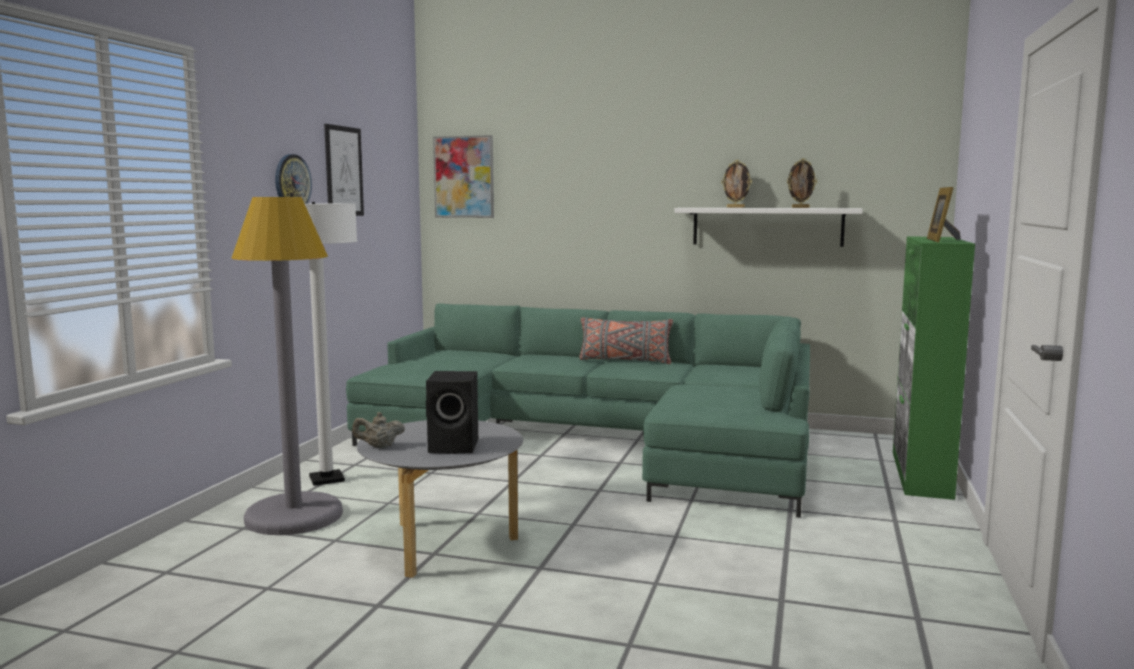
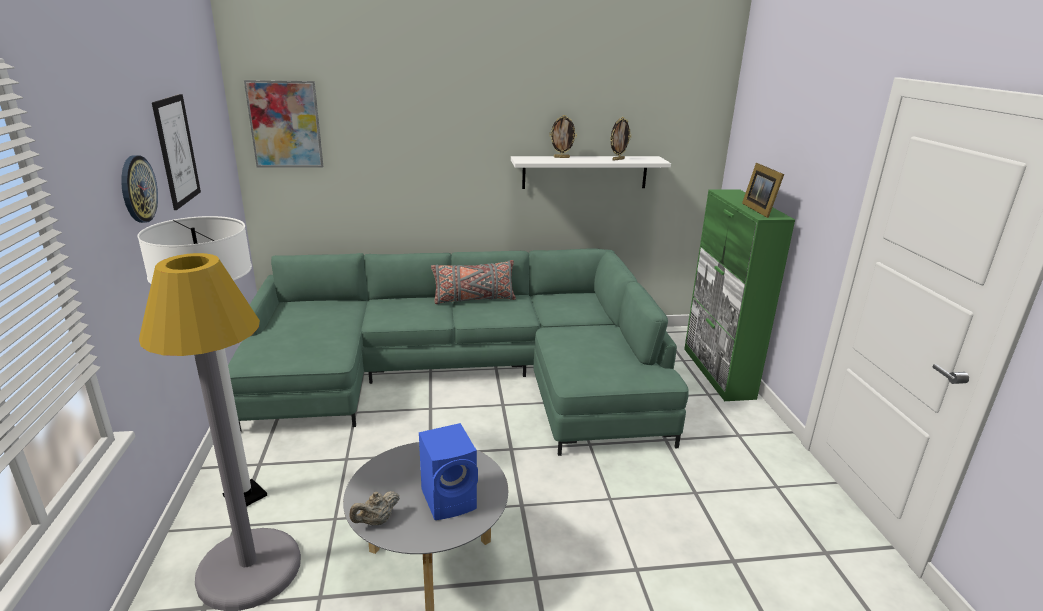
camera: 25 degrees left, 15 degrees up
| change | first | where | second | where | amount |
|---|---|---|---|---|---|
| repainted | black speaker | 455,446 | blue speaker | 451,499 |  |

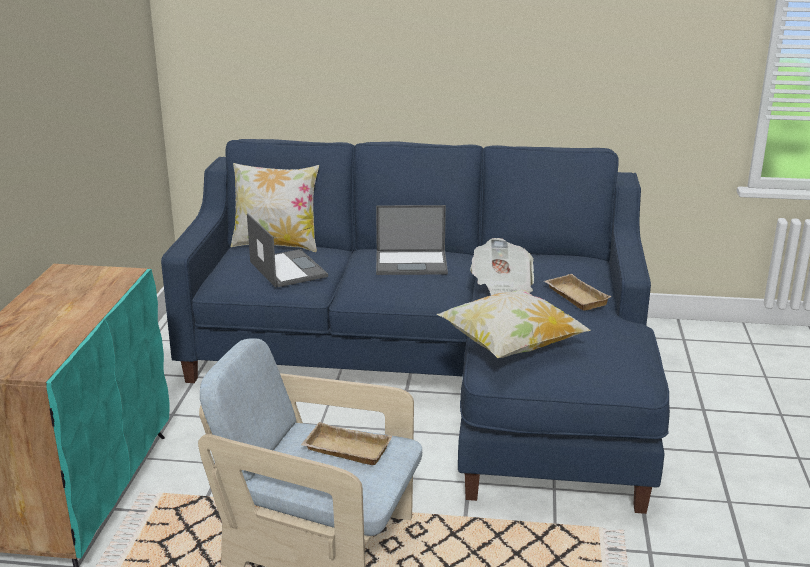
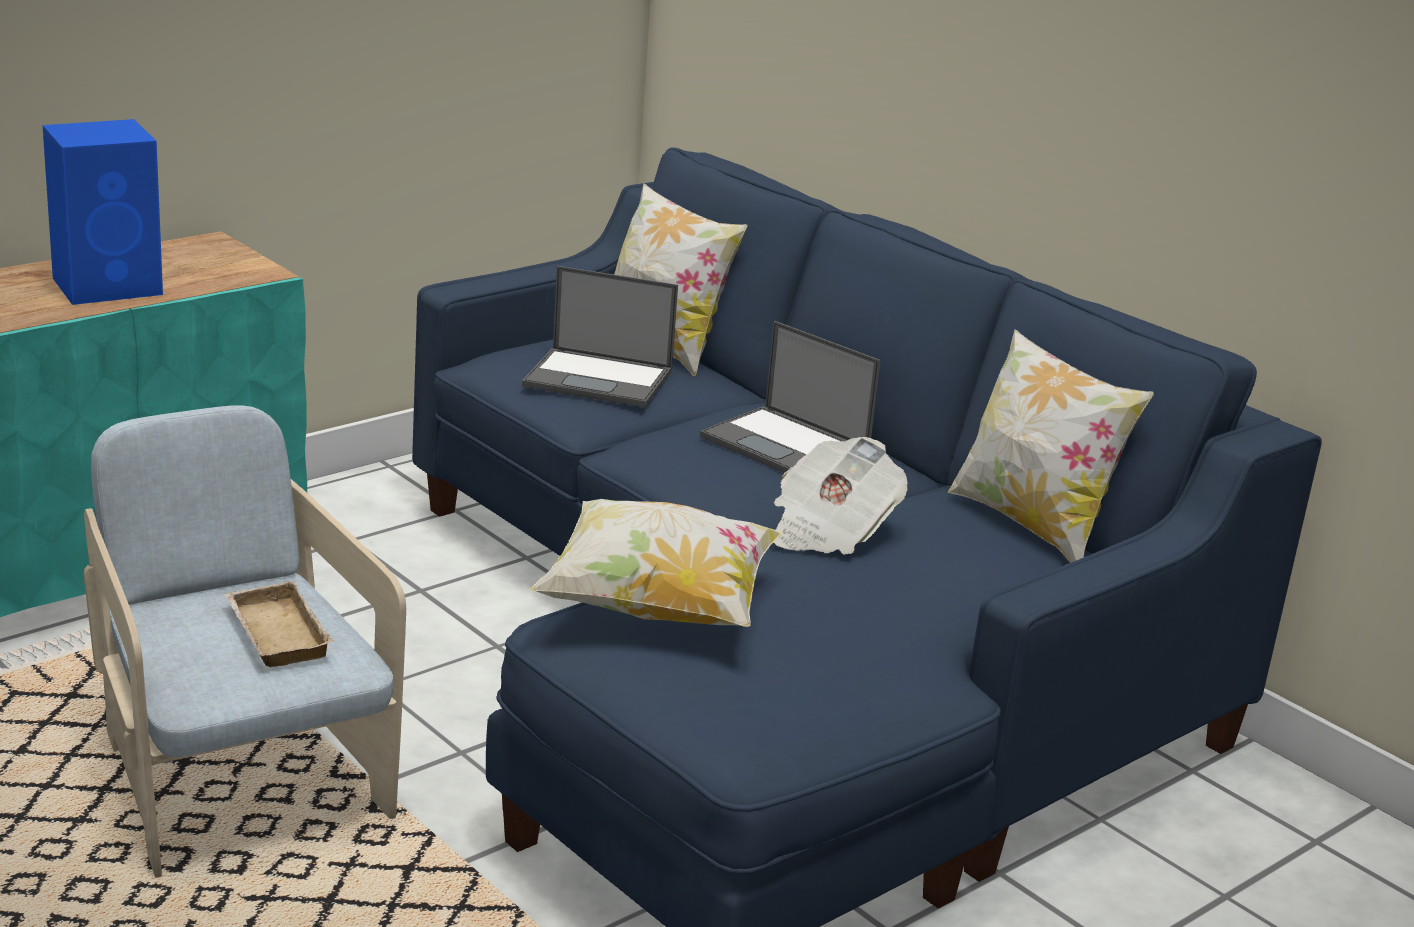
camera: 40 degrees right, 0 degrees up
| change | first | where | second | where | amount |
|---|---|---|---|---|---|
| gone | beige tray | 574,297 |  |  |  |
| new |  |  | blue speaker | 110,286 |  |
| new |  |  | pillow | 1033,524 |  |
| rotated | laptop | 287,269 |  | 600,379 | 90 degrees clockwise |

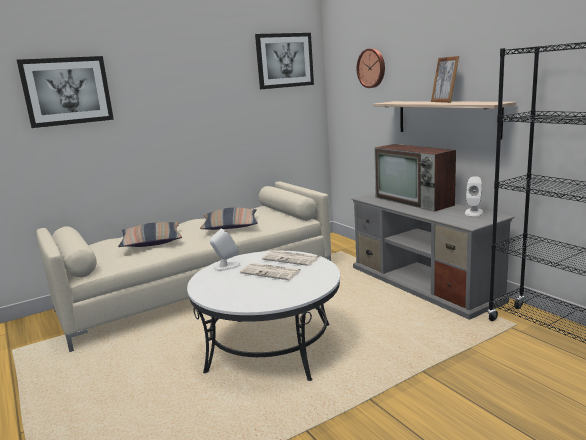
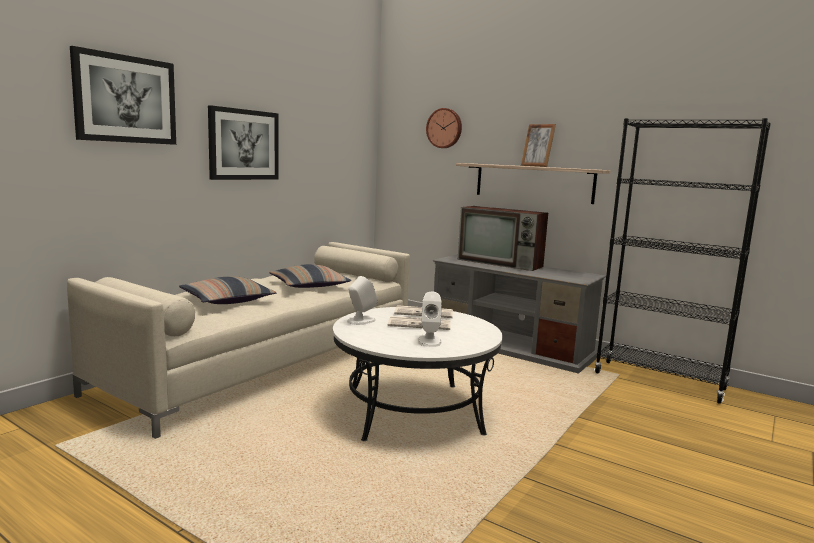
camera: 25 degrees left, 5 degrees down
| change | first | where | second | where | amount |
|---|---|---|---|---|---|
| shifted | picture | 284,60 |  | 244,144 |  |
| shifted | white speaker | 473,212 |  | 429,341 |  |

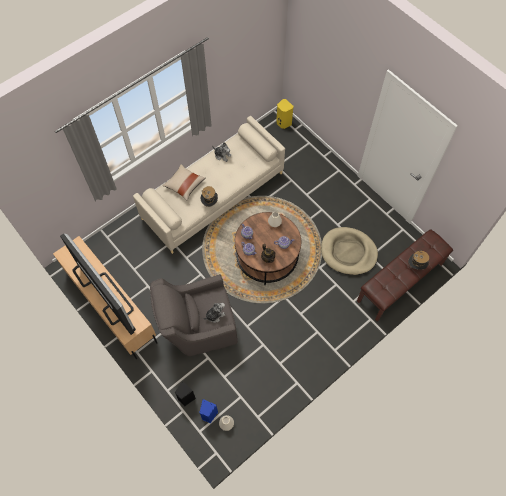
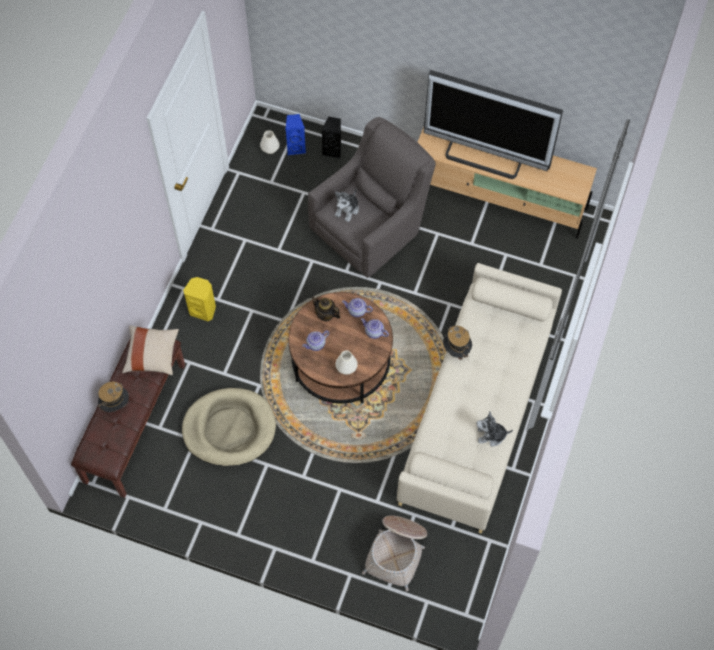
camera: 150 degrees right, 0 degrees up
| change | first | where | second | where | amount |
|---|---|---|---|---|---|
| new |  |  | basket | 397,552 |  |
| shifted | beige pillow | 184,185 |  | 152,355 |  |
| shifted | yellow speaker | 283,123 |  | 203,310 |  |

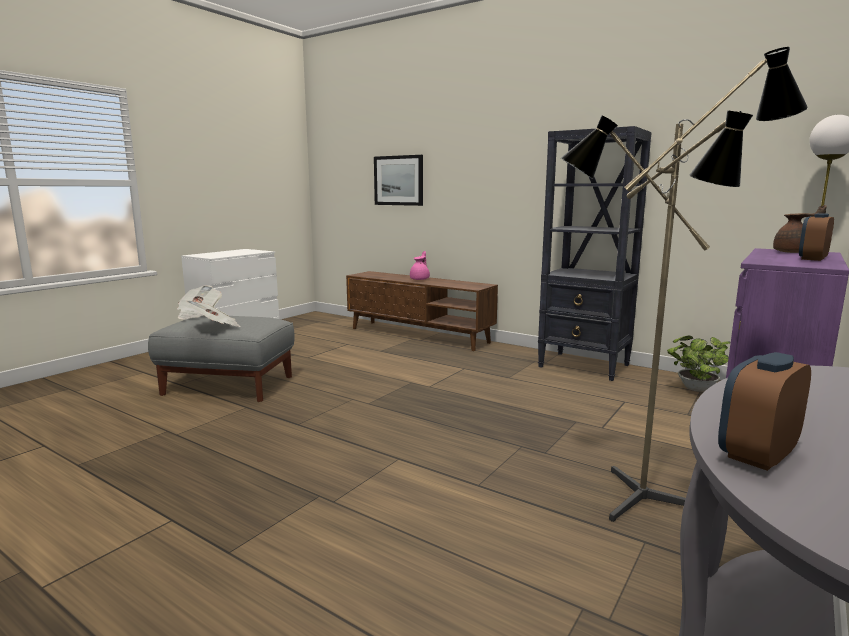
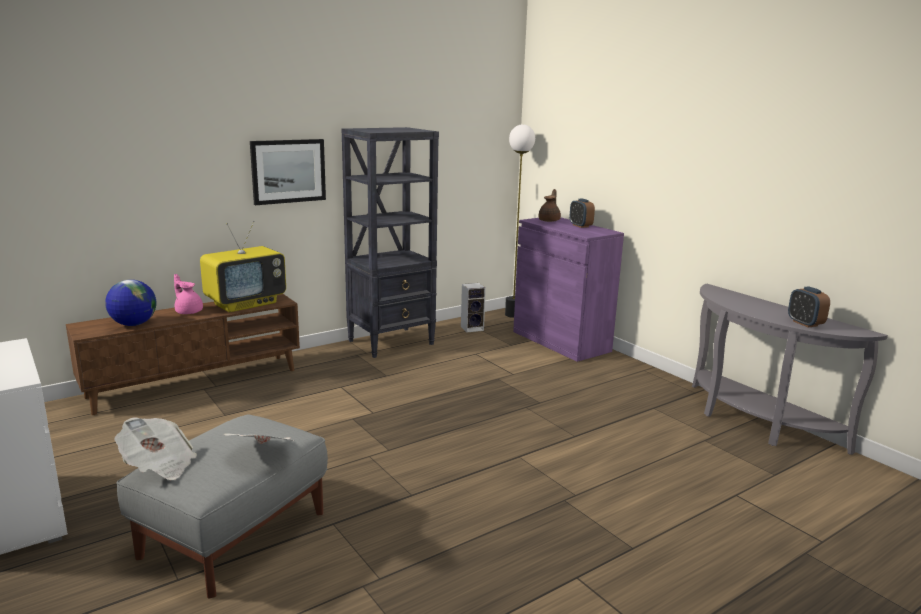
camera: 70 degrees left, 5 degrees up
| change | first | where | second | where | amount |
|---|---|---|---|---|---|
| gone | floor lamp | 644,506 |  |  |  |
| new |  |  | globe | 133,324 |  |
| new |  |  | television | 246,303 |  |
| shifted | picture | 398,180 |  | 288,171 |  |
| swapped | potted plant | 694,389 | speaker | 472,328 |  |

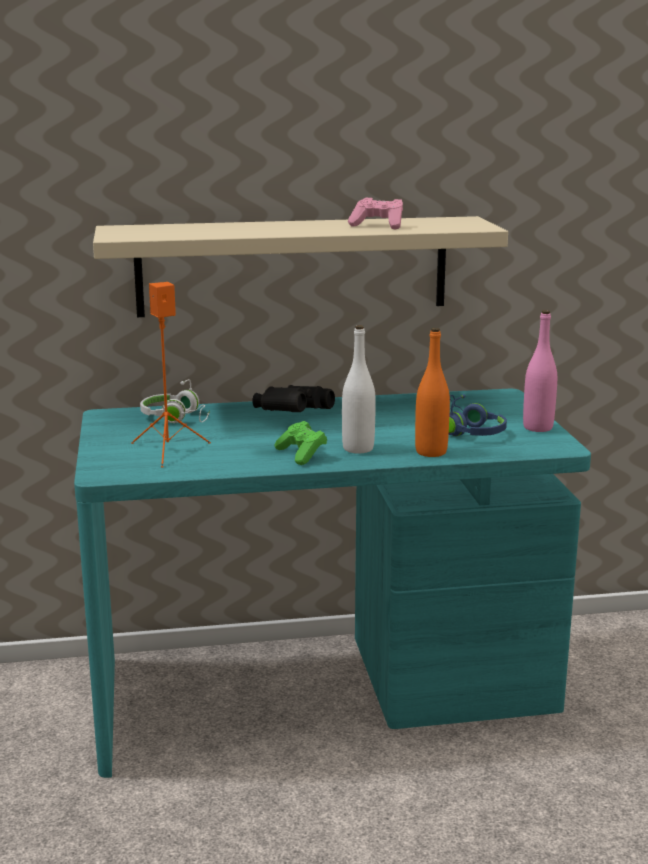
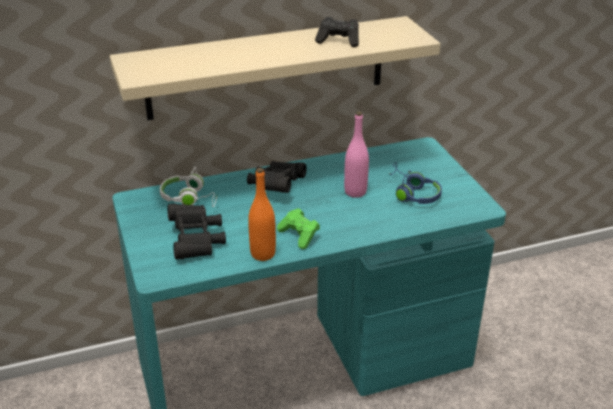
camera: 10 degrees left, 15 degrees up
| change | first | where | second | where | amount |
|---|---|---|---|---|---|
| gone | white bottle | 358,448 |  |  |  |
| shifted | orange bottle | 431,452 |  | 263,254 |  |
| shifted | pink bottle | 538,427 |  | 355,192 |  |
| swapped | orange speaker | 168,451 | black binoculars | 196,241 |  |
| repainted | pink game controller | 378,226 | black game controller | 339,41 |  |

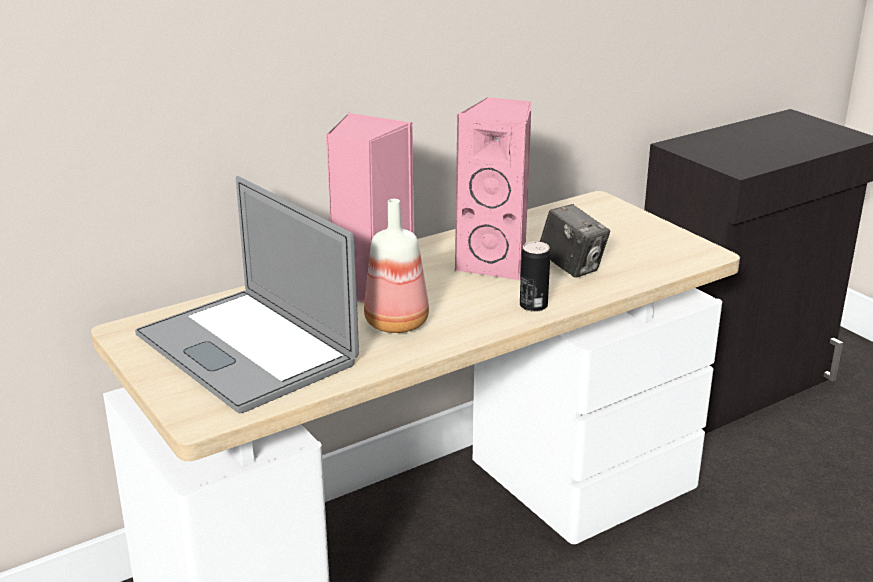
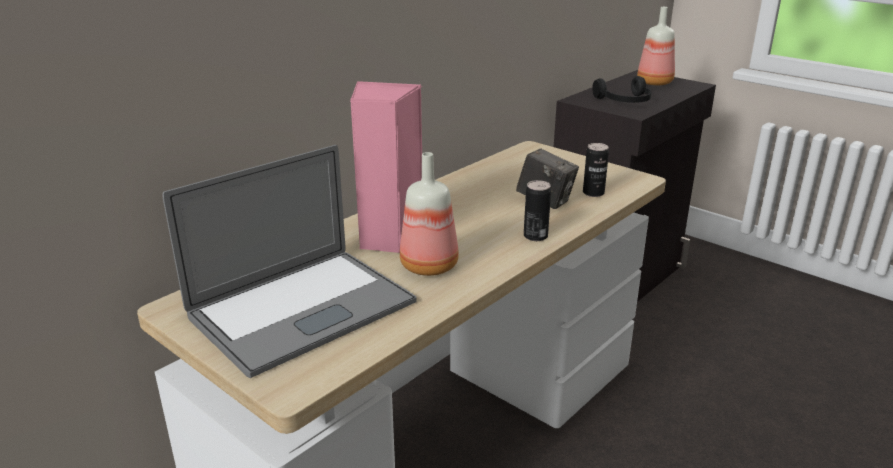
camera: 15 degrees left, 0 degrees up
| change | first | where | second | where | amount |
|---|---|---|---|---|---|
| gone | pink speaker | 496,264 |  |  |  |
| new |  |  | can | 593,193 |  |
| new |  |  | black headphones | 625,101 |  |
| new |  |  | bottle | 655,82 |  |
| rotated | laptop | 245,349 |  | 302,309 | 75 degrees counterclockwise |

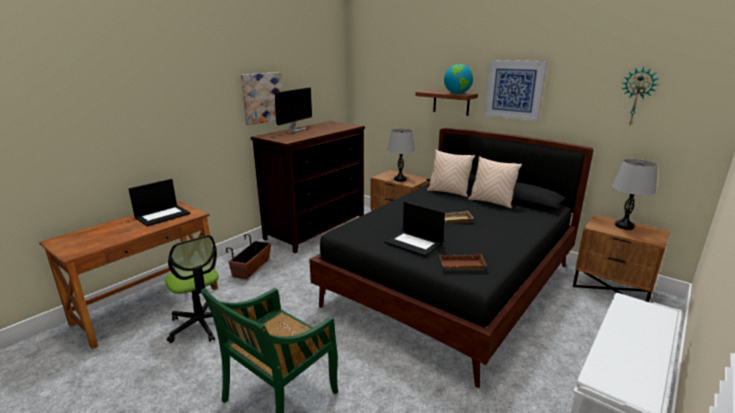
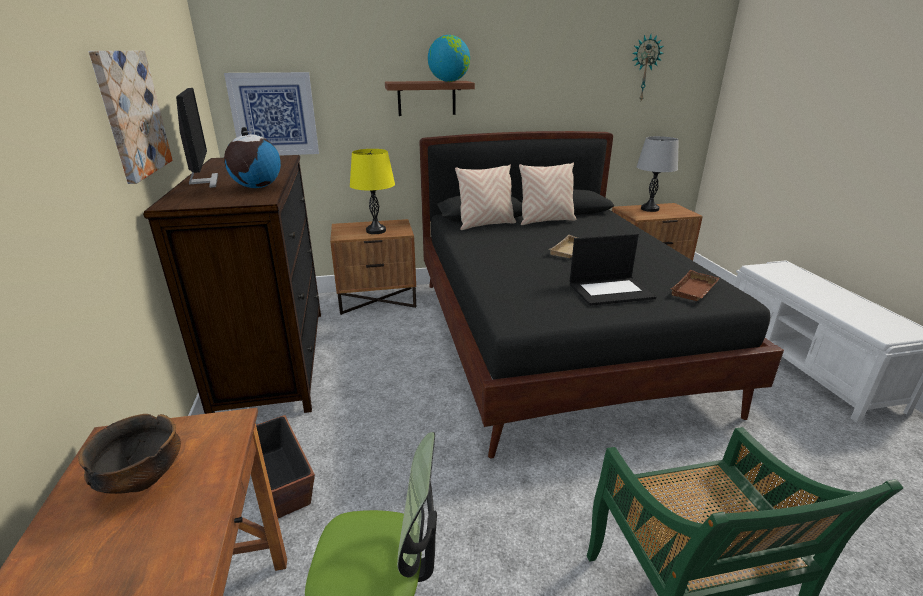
camera: 50 degrees left, 5 degrees up
| change | first | where | second | where | amount |
|---|---|---|---|---|---|
| new |  |  | globe | 257,187 |  |
| shifted | picture | 514,89 |  | 274,115 |  |
| swapped | laptop | 163,215 | bowl | 142,479 |  |
| repainted | grey table lamp | 400,179 | yellow table lamp | 376,231 |  |

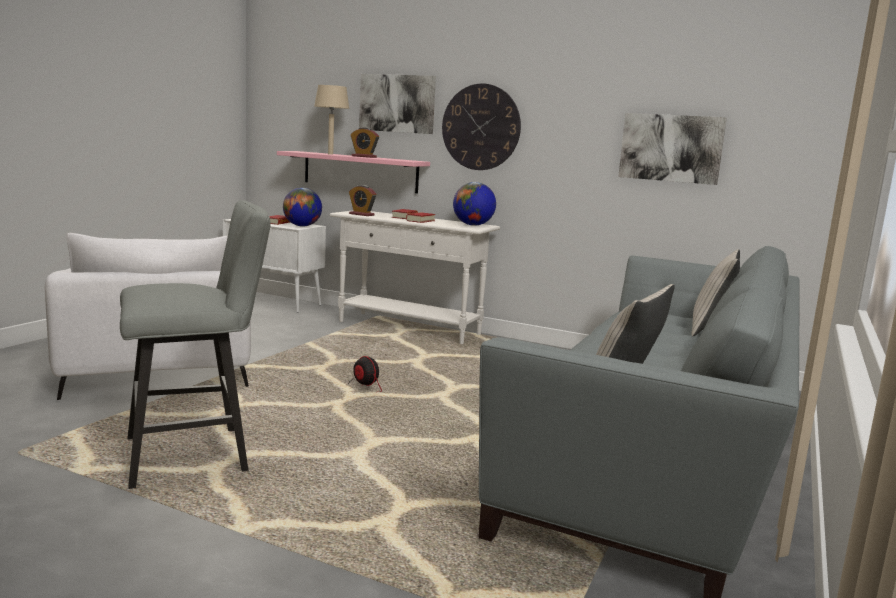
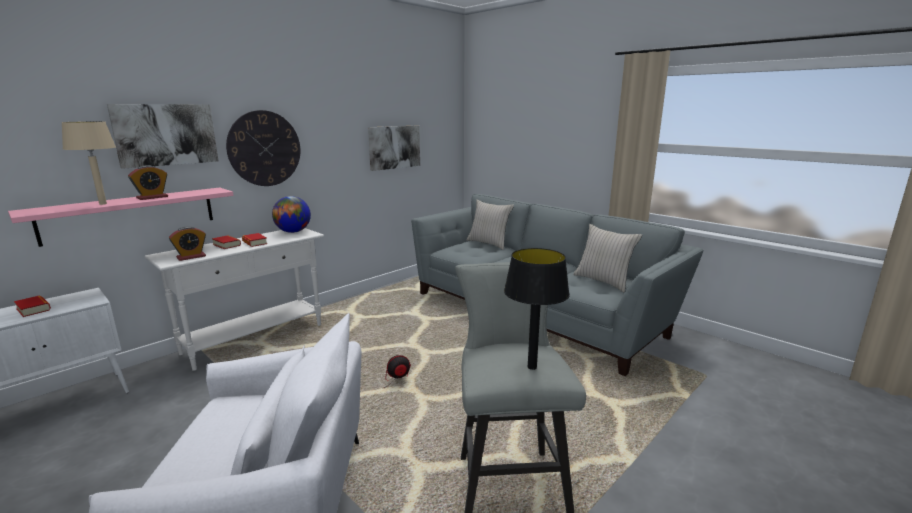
camera: 70 degrees left, 5 degrees up
| change | first | where | second | where | amount |
|---|---|---|---|---|---|
| gone | globe | 302,226 |  |  |  |
| new |  |  | black table lamp | 532,367 |  |

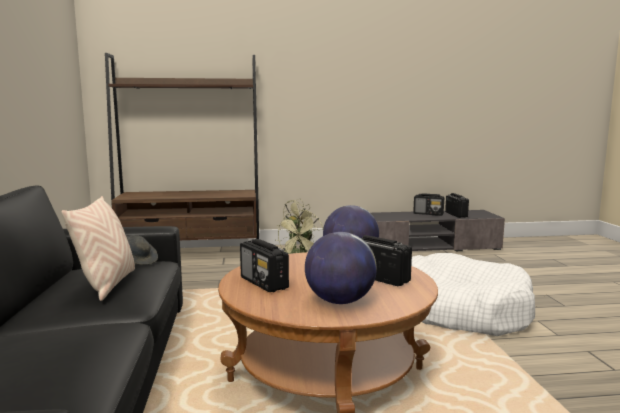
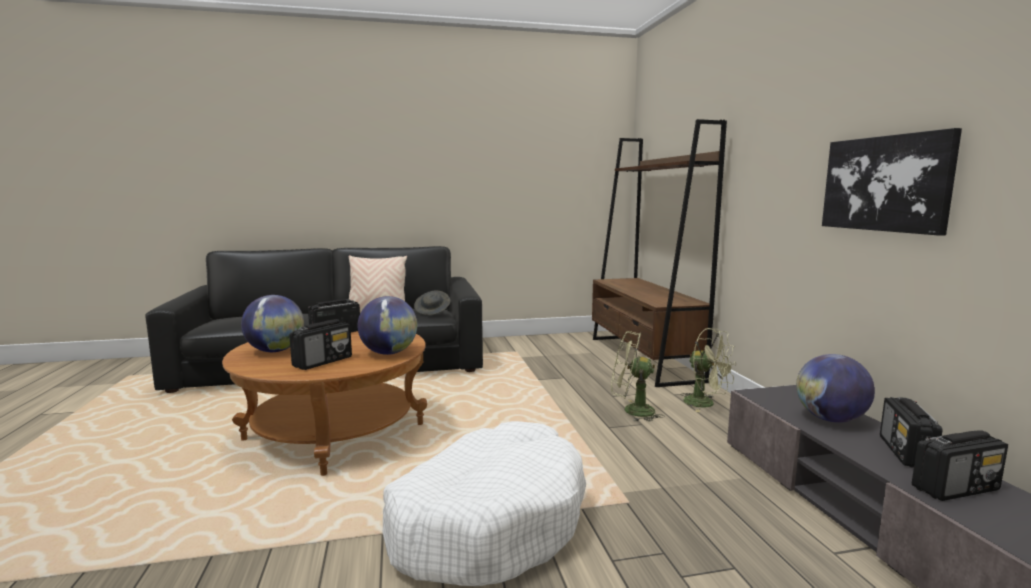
camera: 85 degrees right, 0 degrees up
| change | first | where | second | where | amount |
|---|---|---|---|---|---|
| new |  |  | globe | 830,419 |  |
| new |  |  | picture | 885,183 |  |

